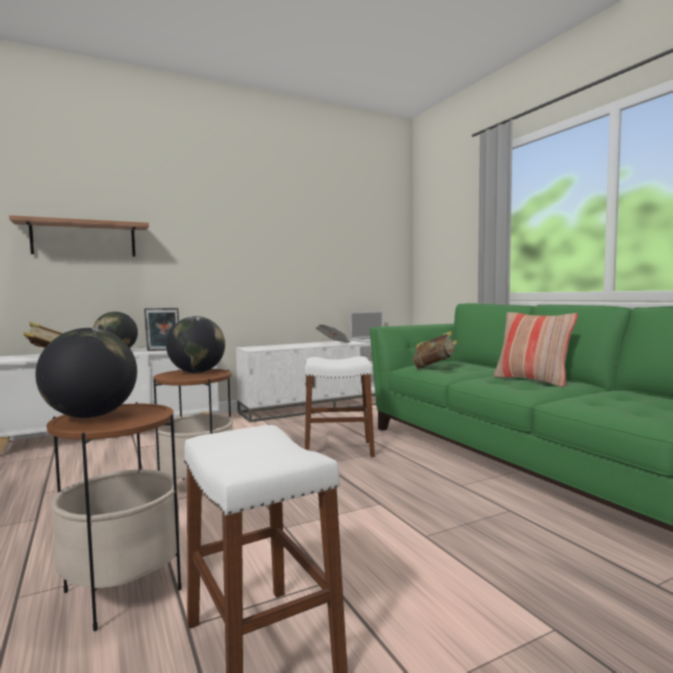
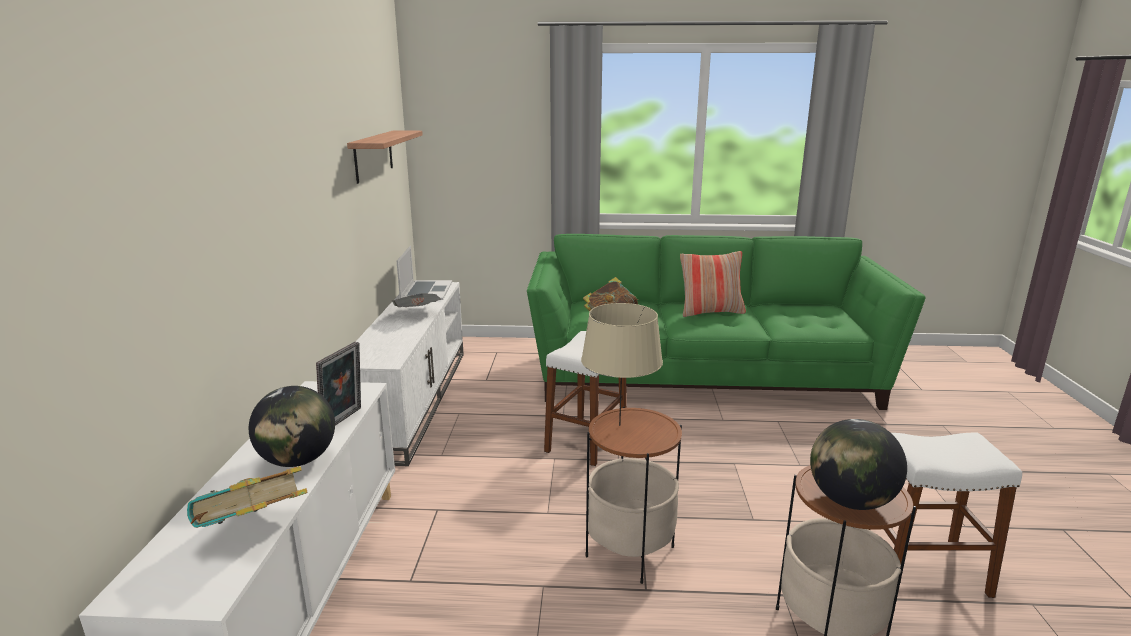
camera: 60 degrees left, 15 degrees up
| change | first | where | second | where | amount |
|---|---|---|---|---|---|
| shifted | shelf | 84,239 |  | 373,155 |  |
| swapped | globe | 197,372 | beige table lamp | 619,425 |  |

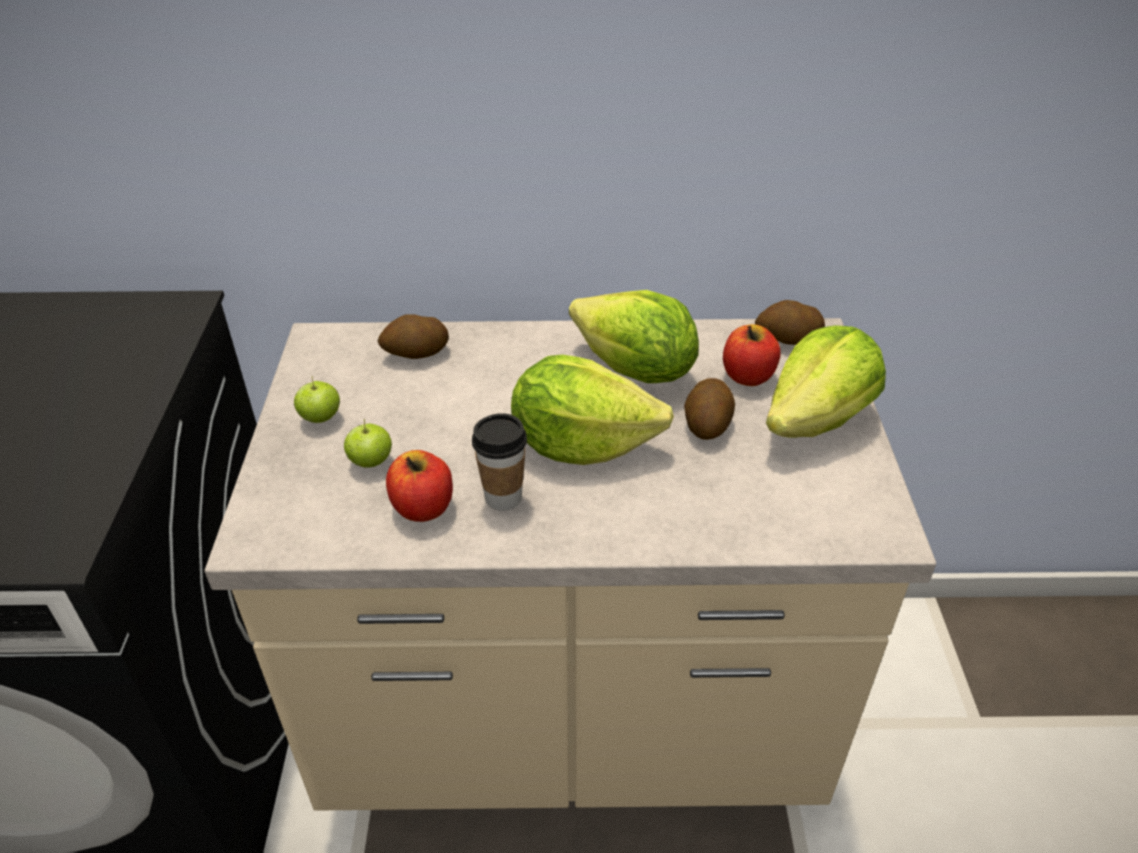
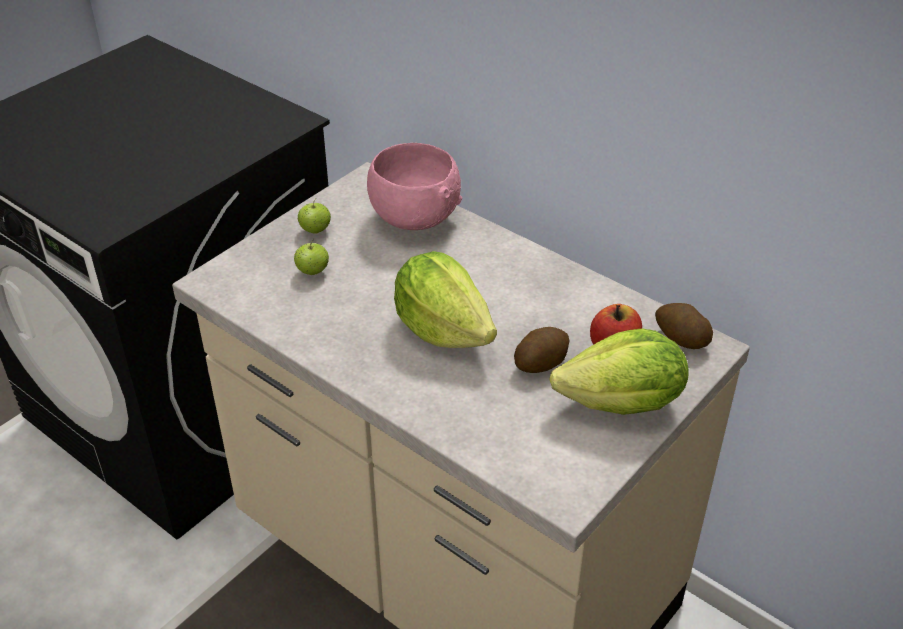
camera: 40 degrees right, 0 degrees up
| change | first | where | second | where | amount |
|---|---|---|---|---|---|
| gone | apple | 423,507 |  |  |  |
| gone | cup | 503,497 |  |  |  |
| gone | lettuce | 635,371 |  |  |  |
| swapped | potato | 415,354 | pink bowl | 414,218 |  |

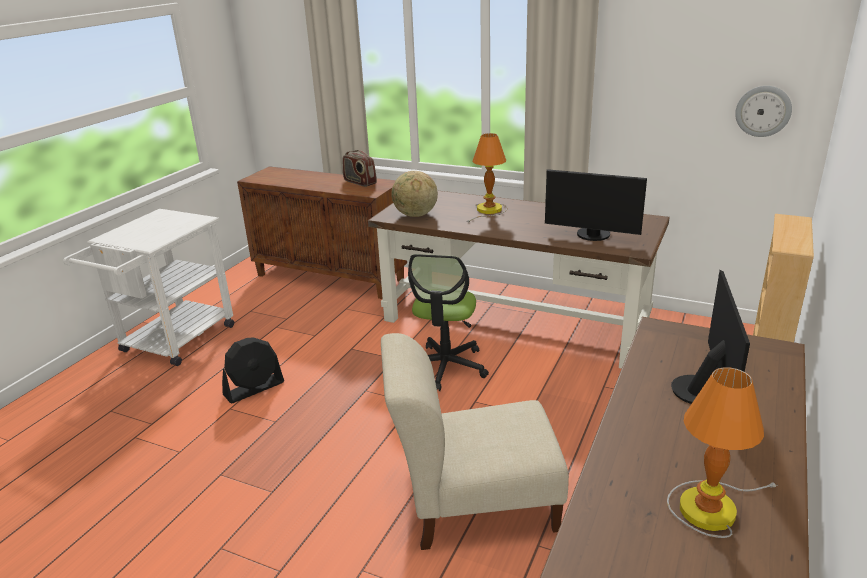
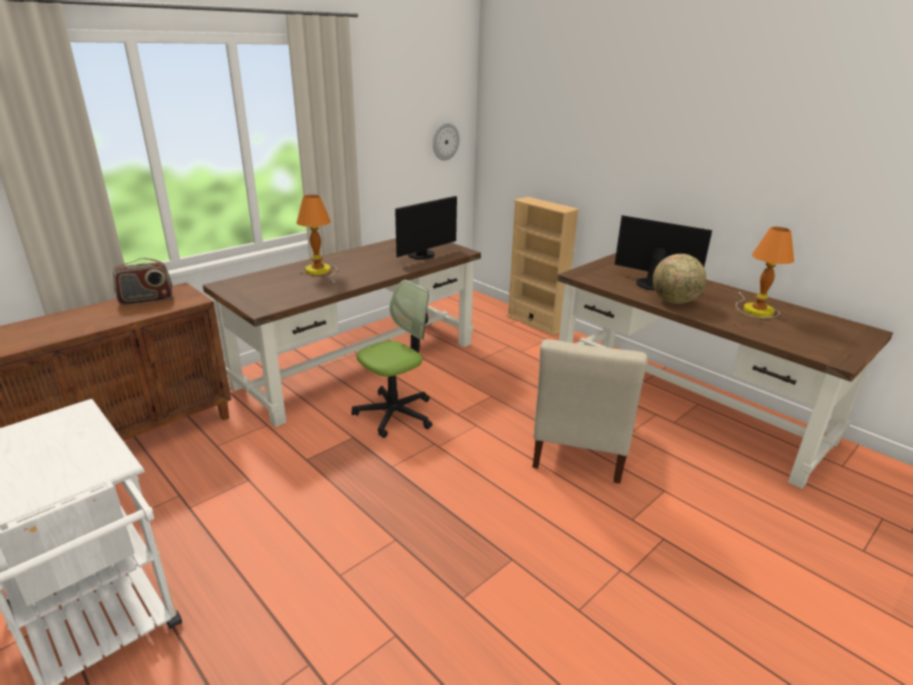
camera: 70 degrees left, 0 degrees up
| change | first | where | second | where | amount |
|---|---|---|---|---|---|
| gone | black fan | 254,388 |  |  |  |
| shifted | globe | 415,215 |  | 674,302 |  |
| rotated | office chair | 445,367 |  | 395,414 | 75 degrees counterclockwise |

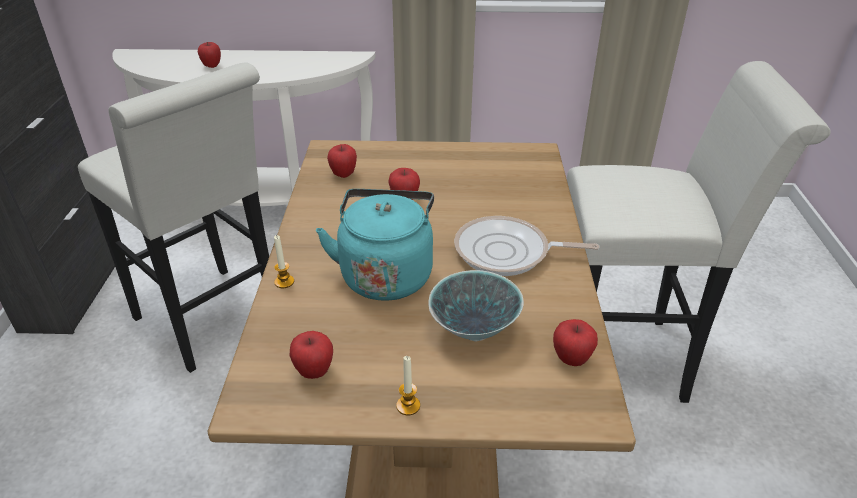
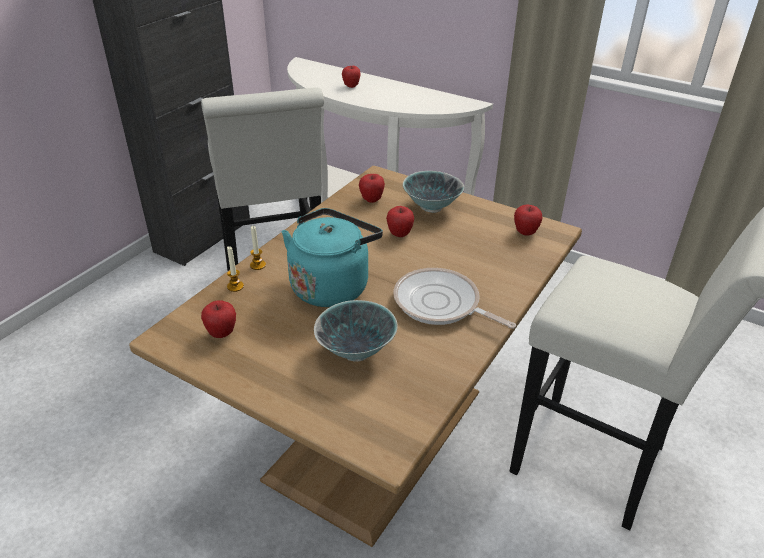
camera: 30 degrees right, 0 degrees up
| change | first | where | second | where | amount |
|---|---|---|---|---|---|
| new |  |  | bowl | 431,207 |  |
| shifted | candle | 408,406 |  | 235,286 |  |
| shifted | apple | 571,359 |  | 525,233 |  |

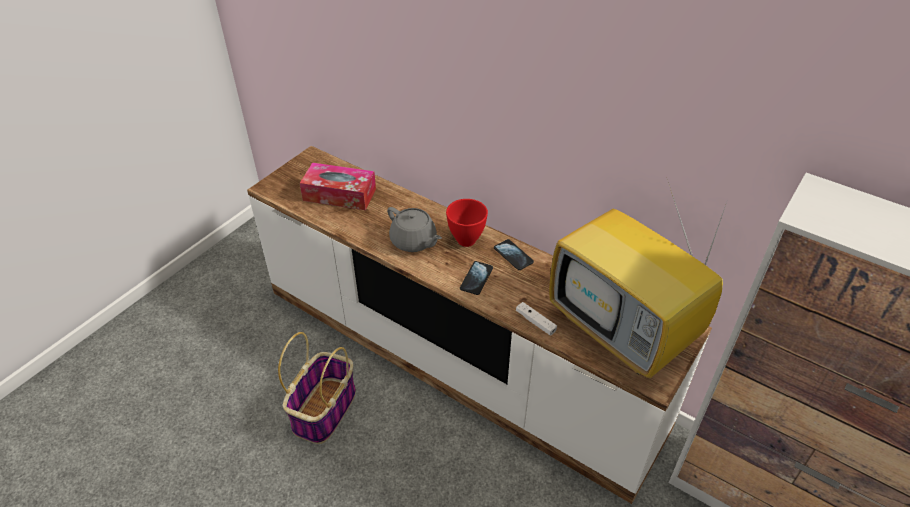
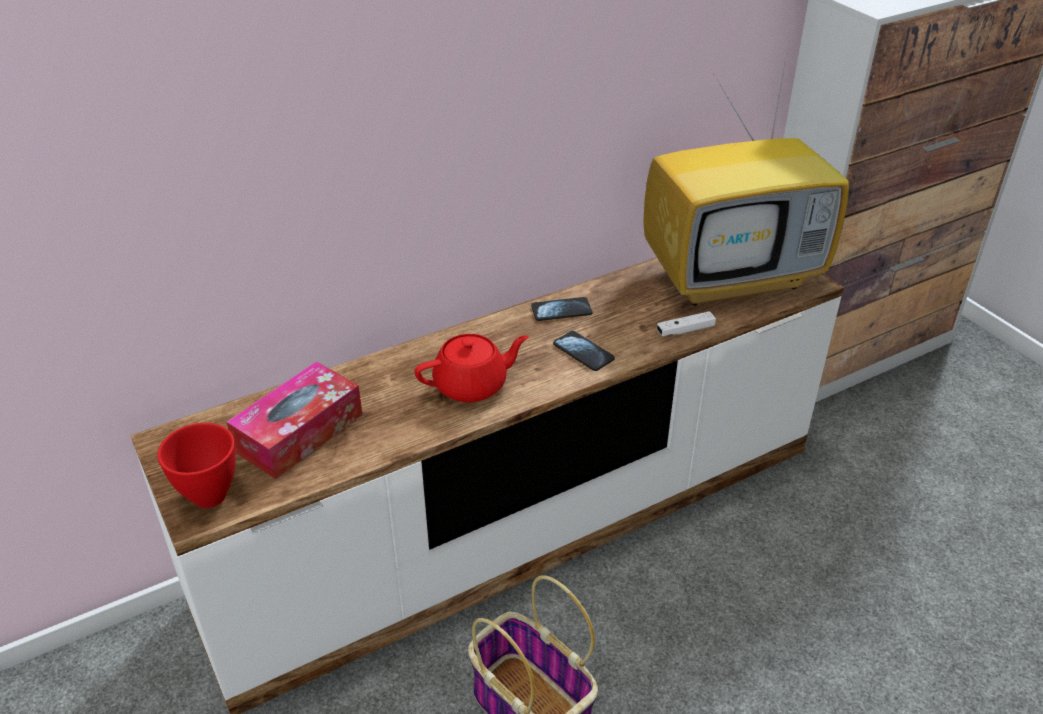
camera: 65 degrees left, 5 degrees down
| change | first | where | second | where | amount |
|---|---|---|---|---|---|
| shifted | red bowl | 467,241 |  | 211,496 |  |
| repainted | grey teapot | 414,241 | red teapot | 472,385 |  |

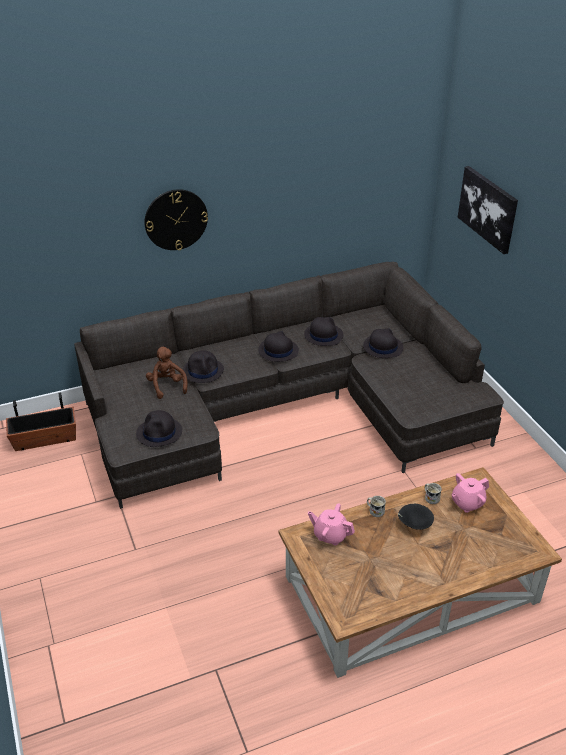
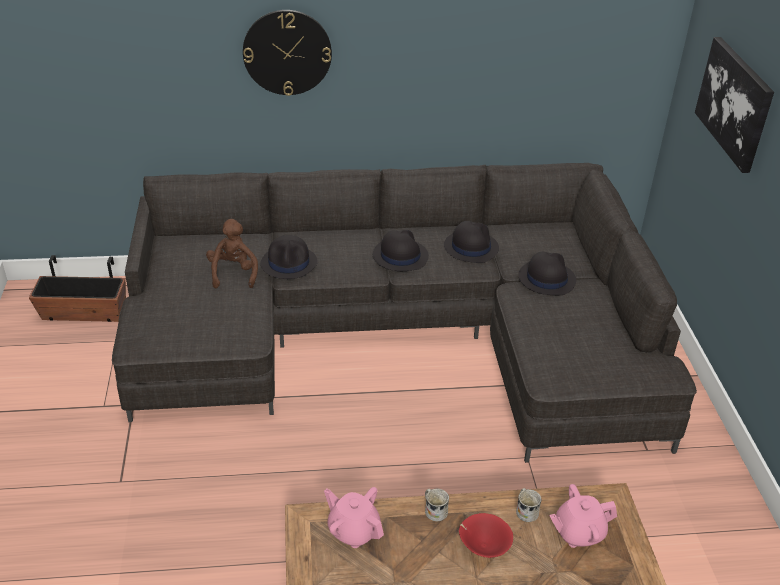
camera: 15 degrees right, 0 degrees up
| change | first | where | second | where | amount |
|---|---|---|---|---|---|
| gone | black hat | 159,433 |  |  |  |
| repainted | black bowl | 414,524 | red bowl | 483,546 |  |

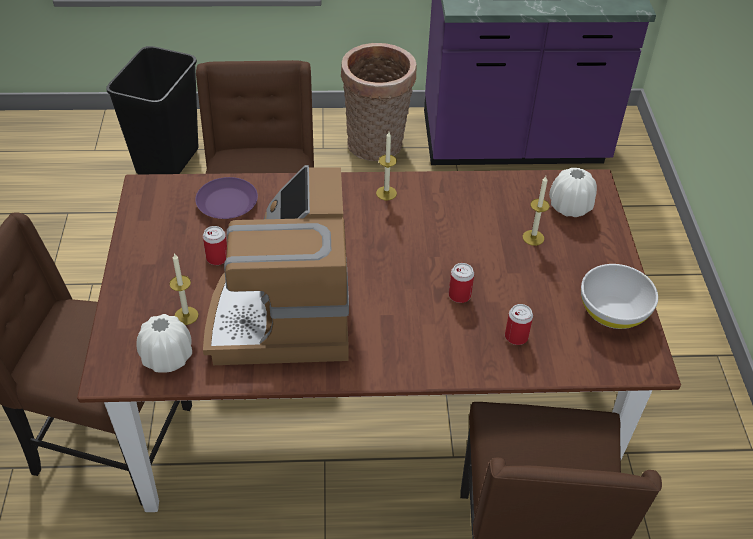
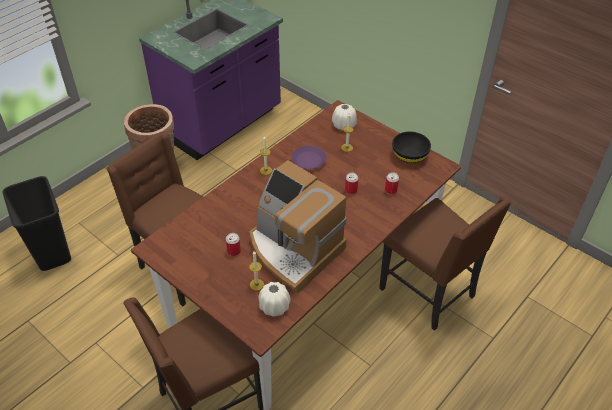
camera: 45 degrees left, 0 degrees up
| change | first | where | second | where | amount |
|---|---|---|---|---|---|
| shifted | purple plate | 227,203 |  | 308,160 |  |
| repainted | white bowl | 613,312 | black bowl | 409,155 |  |

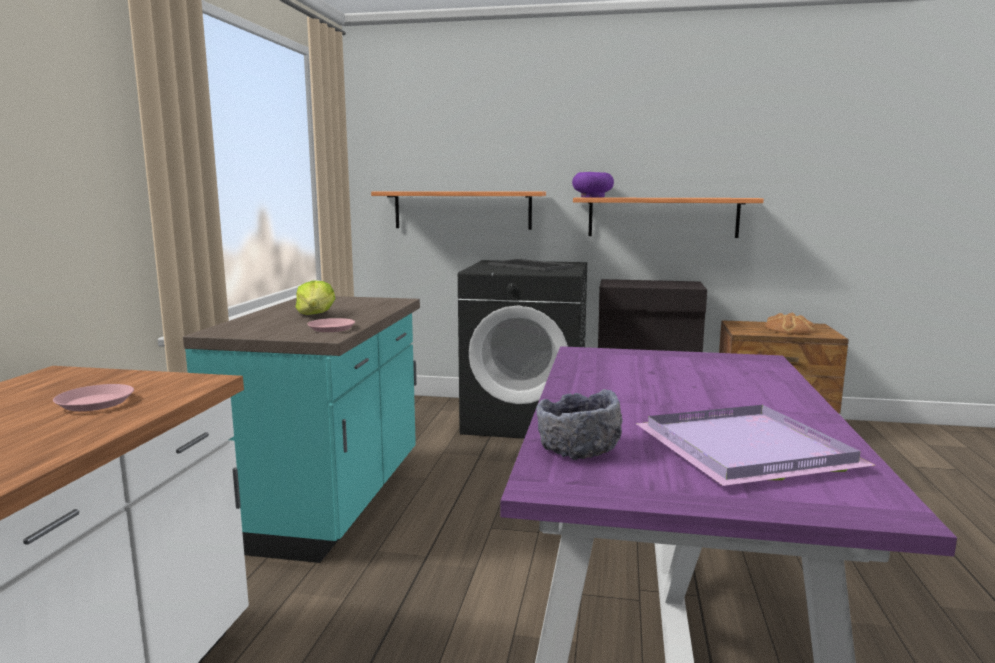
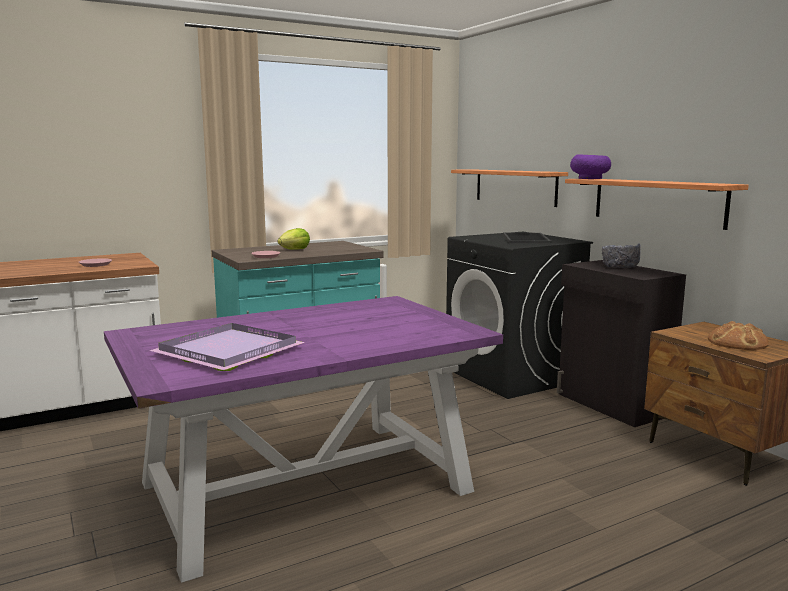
camera: 50 degrees right, 0 degrees up
| change | first | where | second | where | amount |
|---|---|---|---|---|---|
| shifted | grey bowl | 578,450 |  | 619,267 |  |

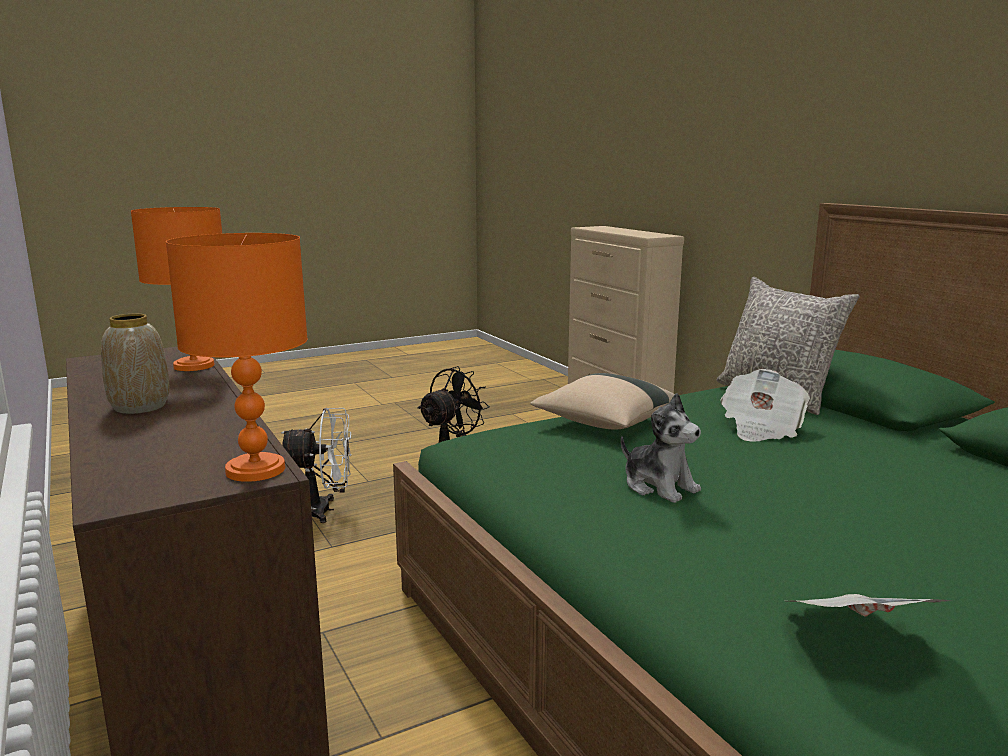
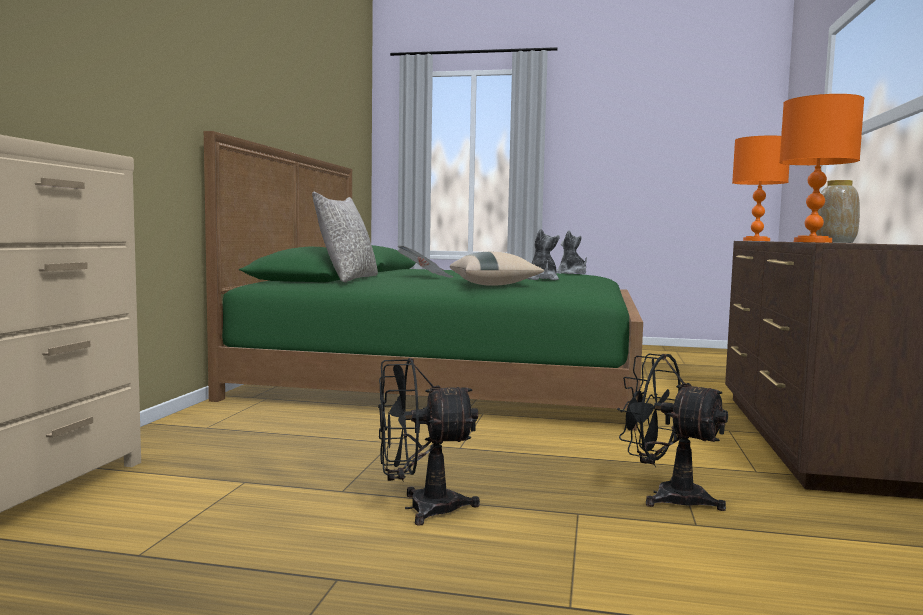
camera: 140 degrees left, 10 degrees down
| change | first | where | second | where | amount |
|---|---|---|---|---|---|
| swapped | newspaper | 856,636 | plush toy | 571,273 |  |
| repainted | white fan | 323,510 | black fan | 667,496 |  |

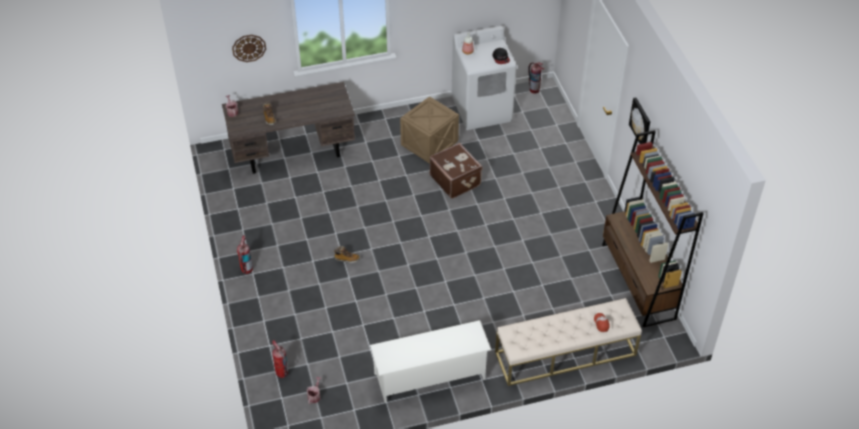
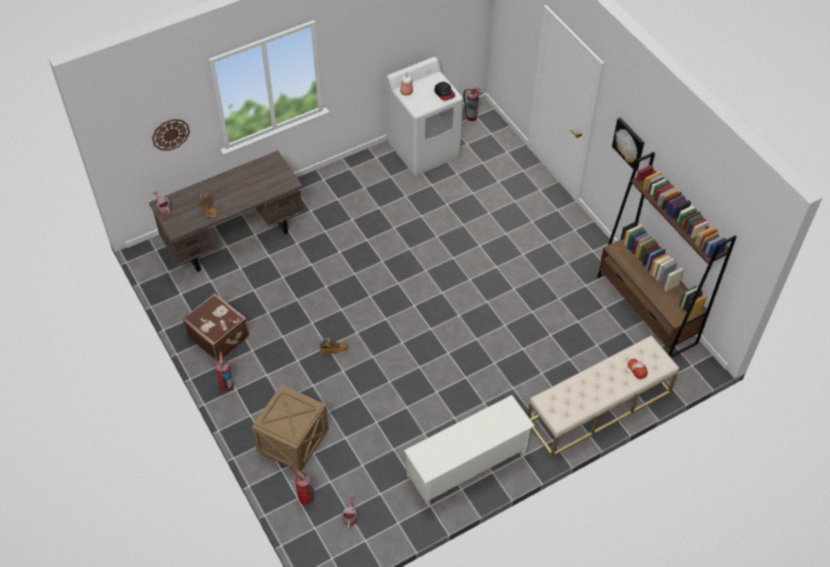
camera: 15 degrees left, 5 degrees up
| change | first | where | second | where | amount |
|---|---|---|---|---|---|
| shifted | crate | 429,144 |  | 292,441 |  |
| shifted | brown suitcase | 455,180 |  | 219,336 |  |

